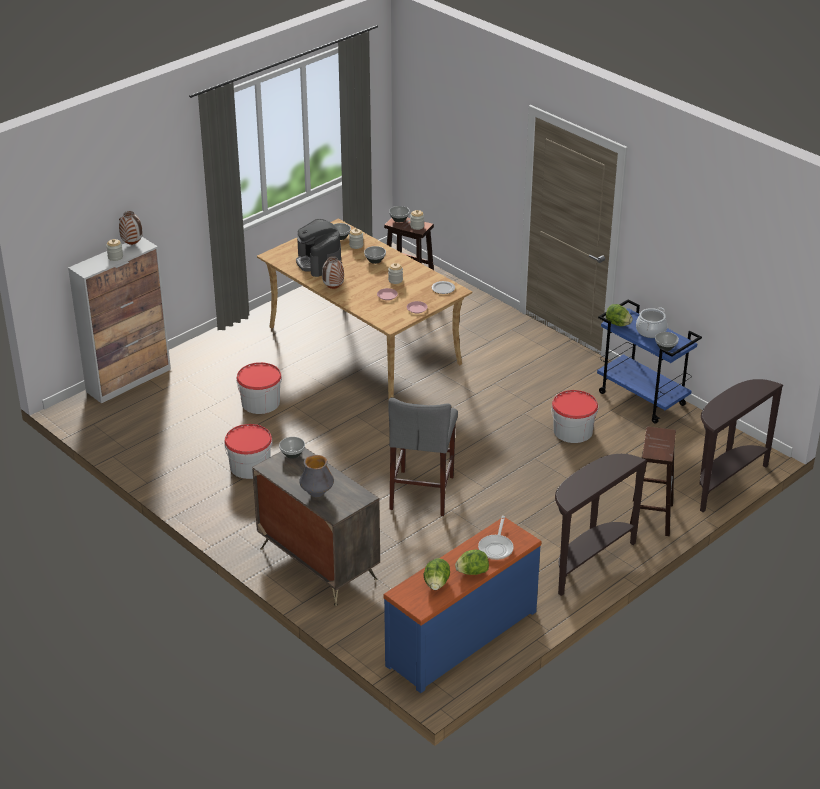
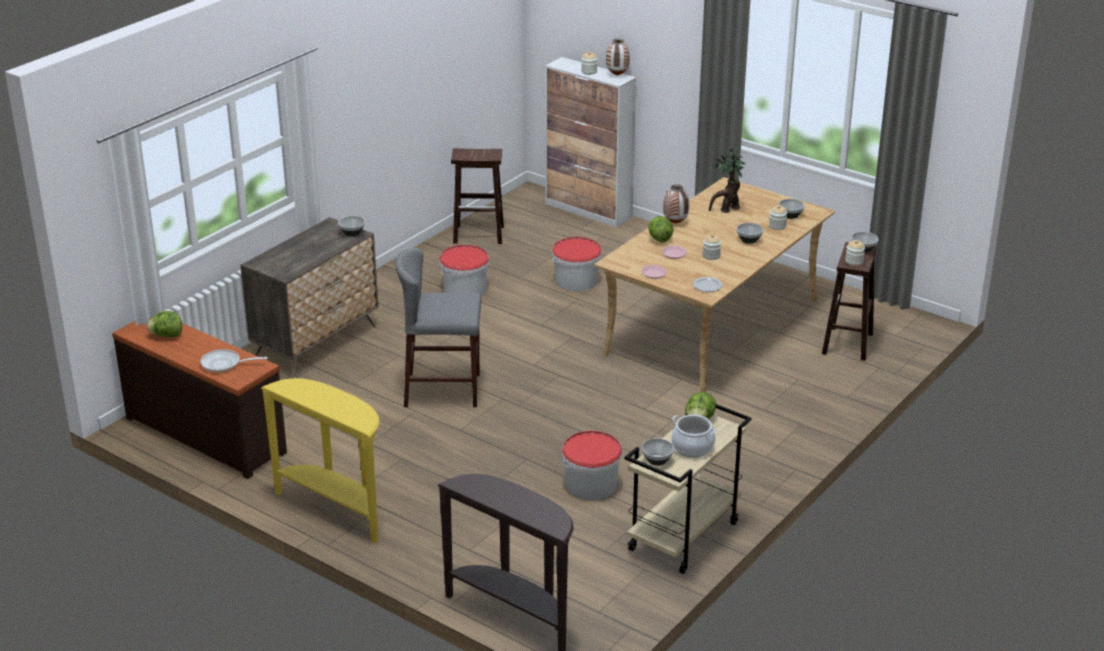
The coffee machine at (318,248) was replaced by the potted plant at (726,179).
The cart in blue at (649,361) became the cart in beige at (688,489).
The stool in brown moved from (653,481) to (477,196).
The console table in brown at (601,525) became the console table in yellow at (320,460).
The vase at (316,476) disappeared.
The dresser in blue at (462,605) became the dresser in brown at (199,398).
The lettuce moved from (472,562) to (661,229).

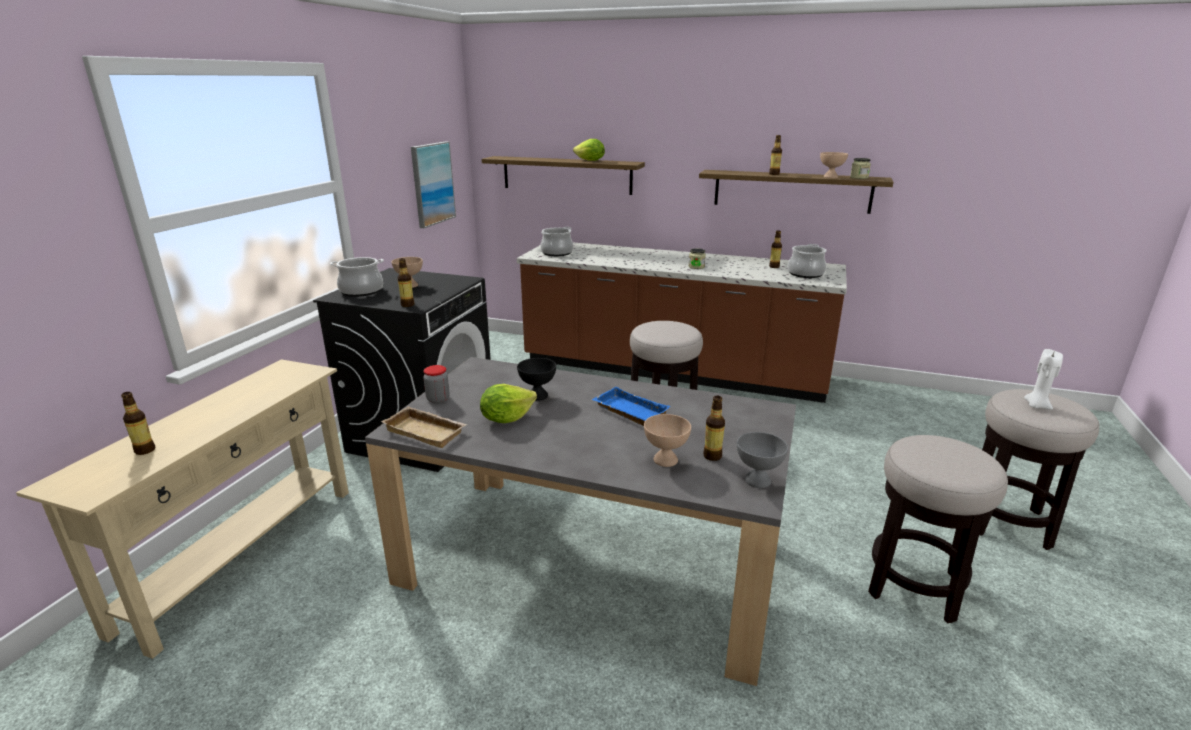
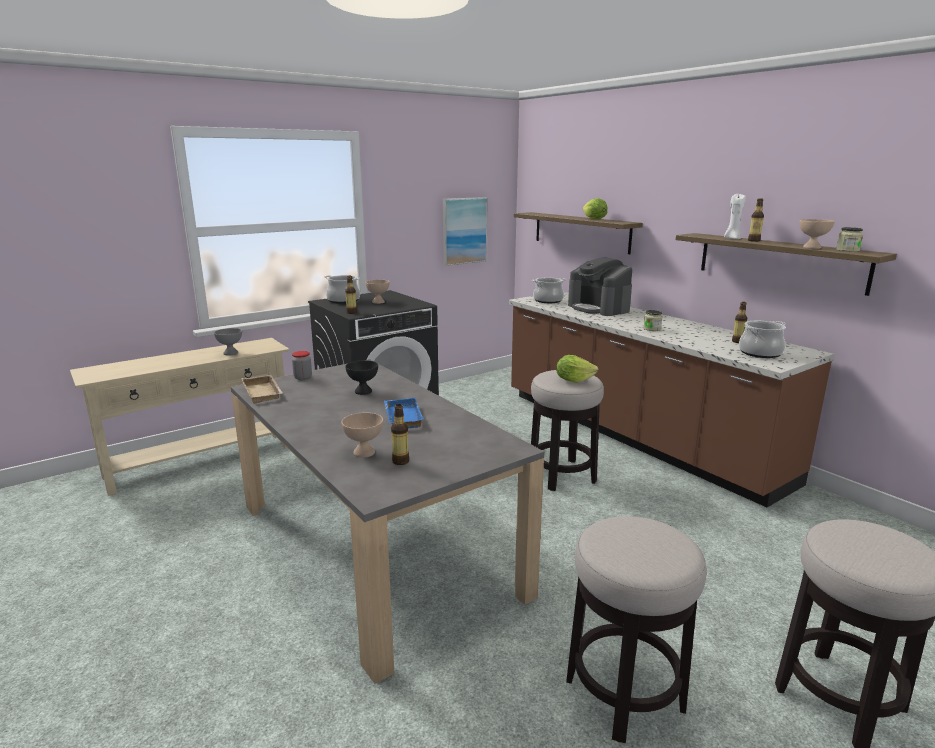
The candle in white moved from (1043,379) to (735,216).
The lettuce moved from (508,403) to (577,369).
The bottle at (138,423) disappeared.
The bowl in grey moved from (762,460) to (228,342).
The coffee machine at (600,286) appeared.

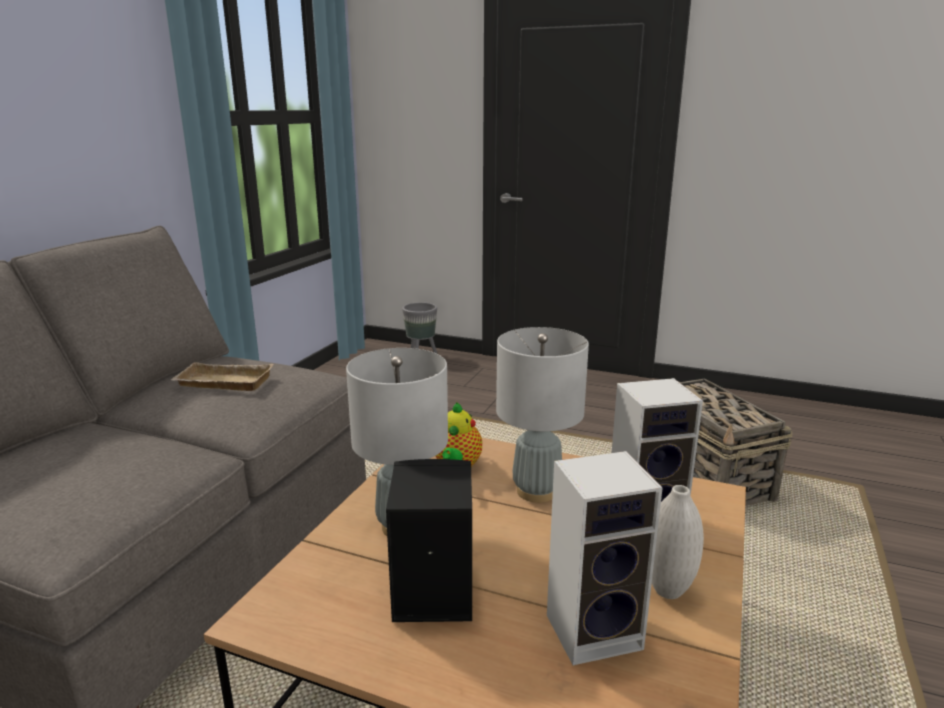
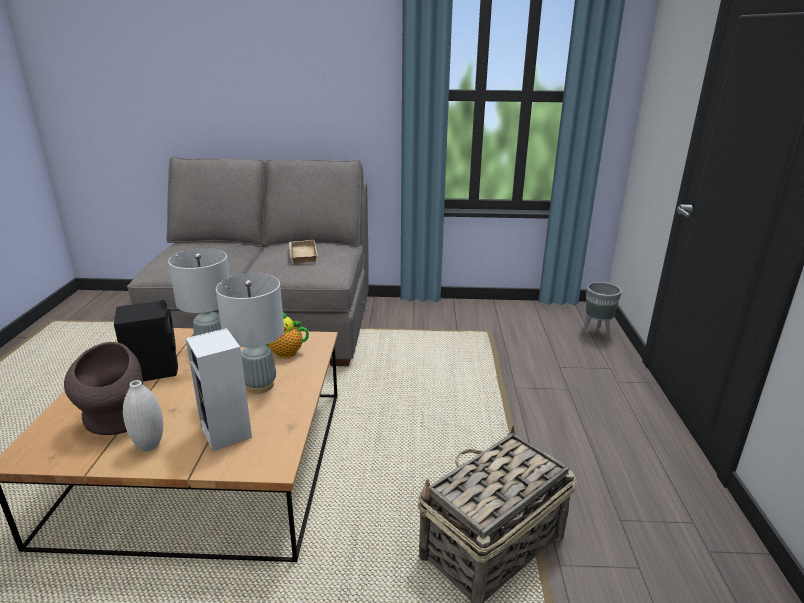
The speaker at (605,558) was replaced by the vase in brown at (103,388).

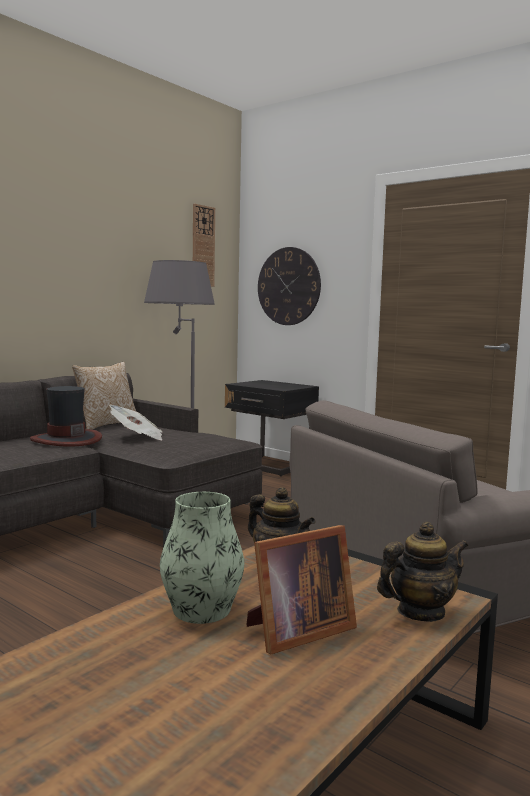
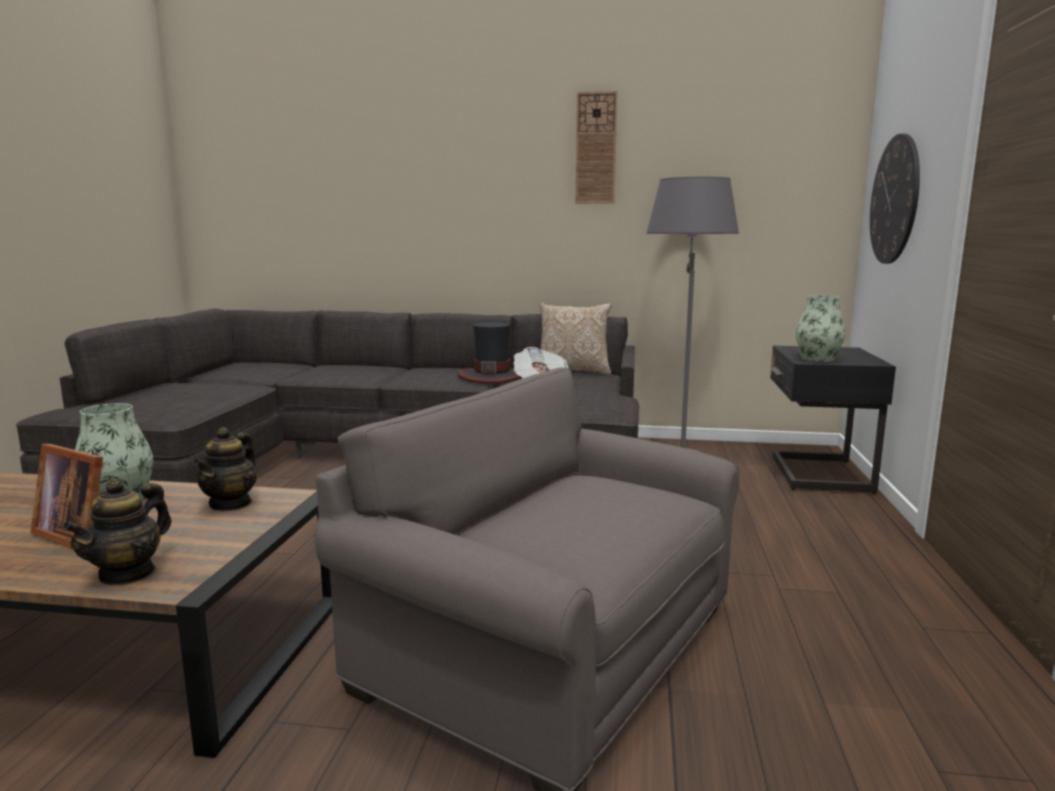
The wall clock moved from (204,245) to (596,147).
The teapot at (422,572) turned 75 degrees clockwise.
The vase at (820,328) appeared.

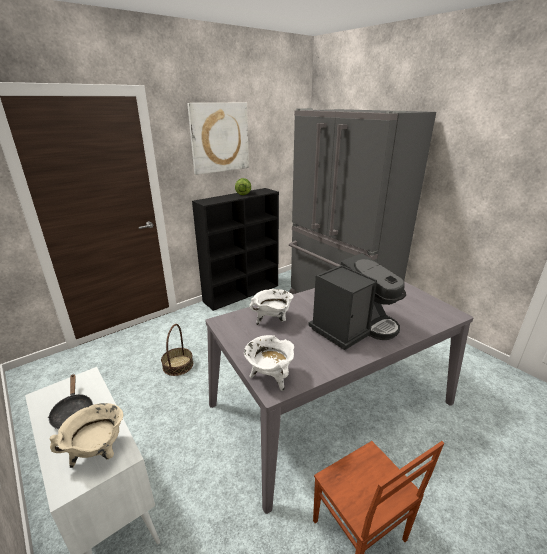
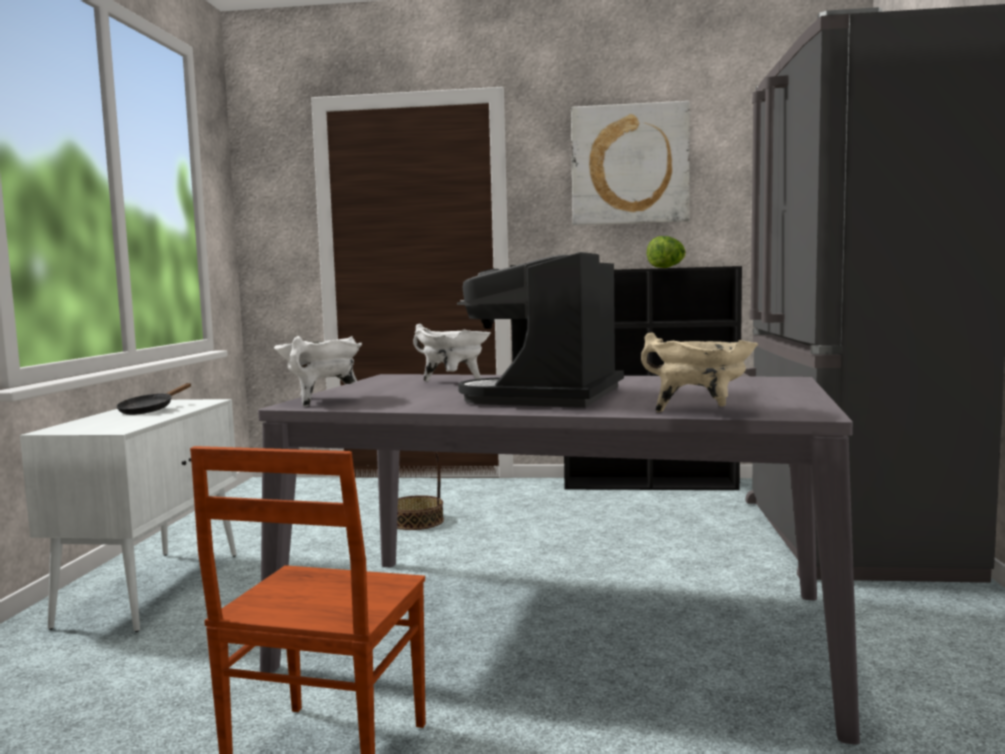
The coffee machine at (357,301) turned 105 degrees clockwise.
The cooking pot in beige moved from (86,435) to (699,372).

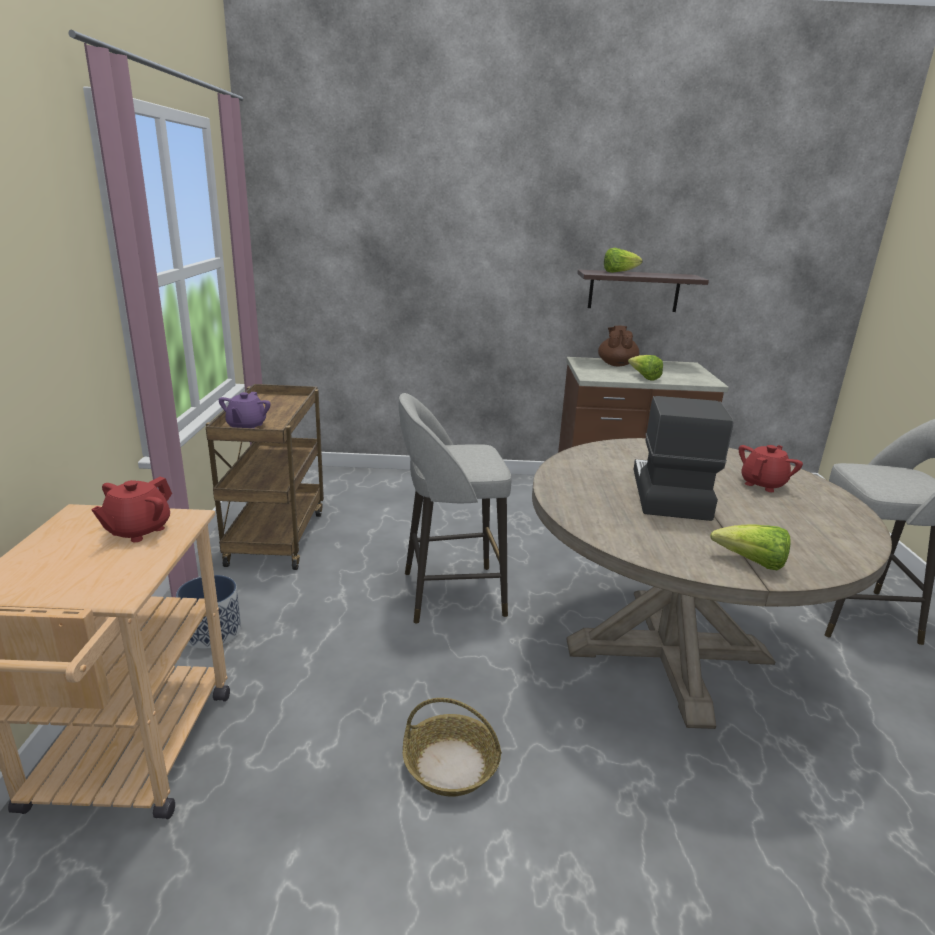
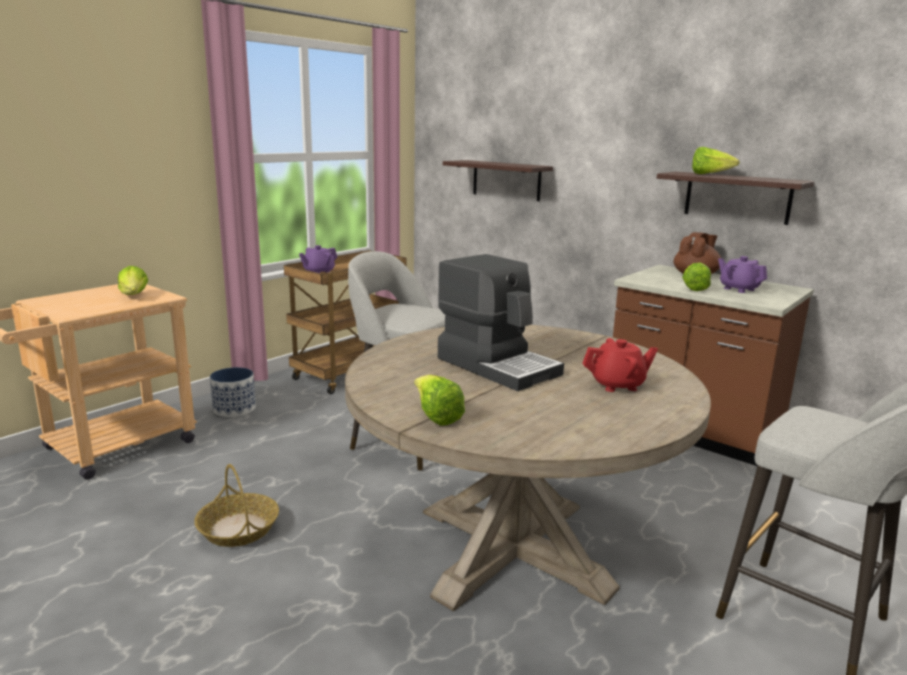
The coffee machine at (684,458) turned 90 degrees clockwise.
The teapot in red at (131,509) was replaced by the lettuce at (133,280).
The shelf at (498,180) appeared.
The teapot in purple at (742,274) appeared.

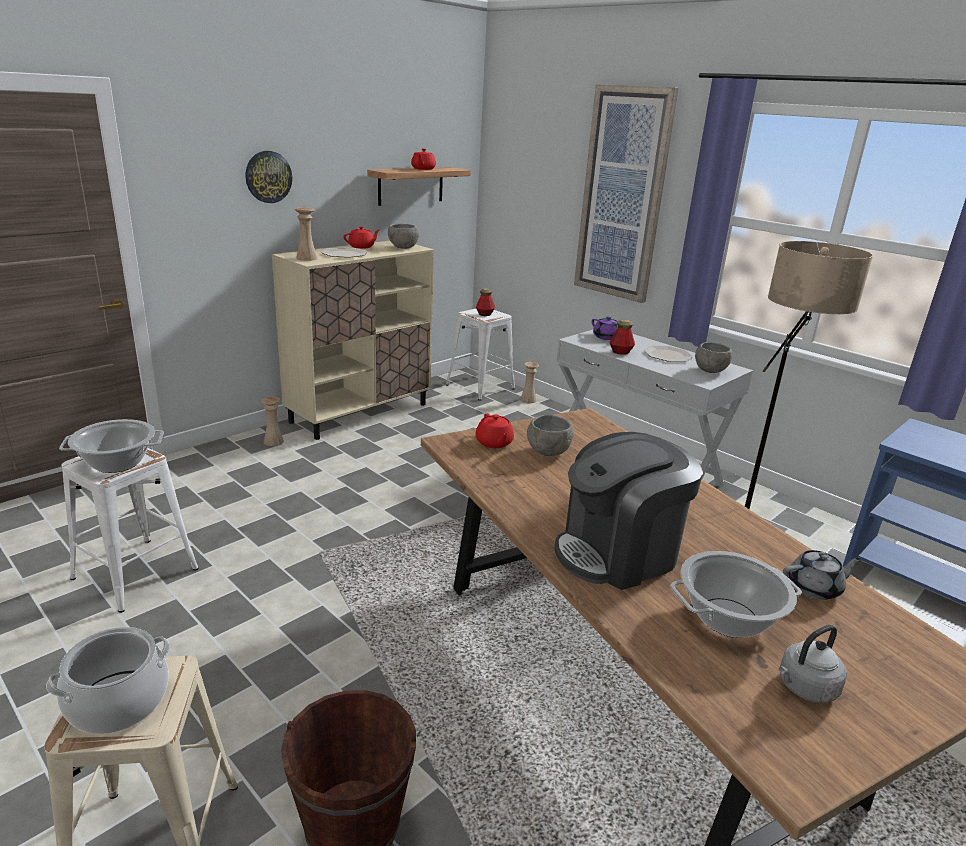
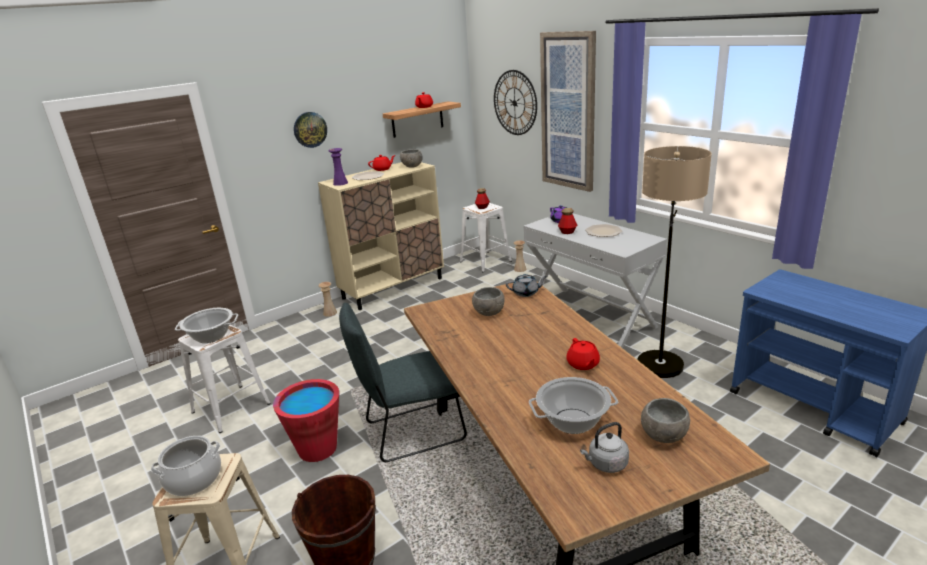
The vase in beige at (306,234) became the vase in purple at (338,167).
The bowl in grey moved from (713,357) to (665,420).
The teapot in red moved from (494,430) to (583,354).
The coffee machine at (628,511) disappeared.
The teapot in grey moved from (822,575) to (526,285).
The wall clock at (515,102) appeared.
The chair in grey at (403,382) appeared.
The bucket in red at (306,420) appeared.

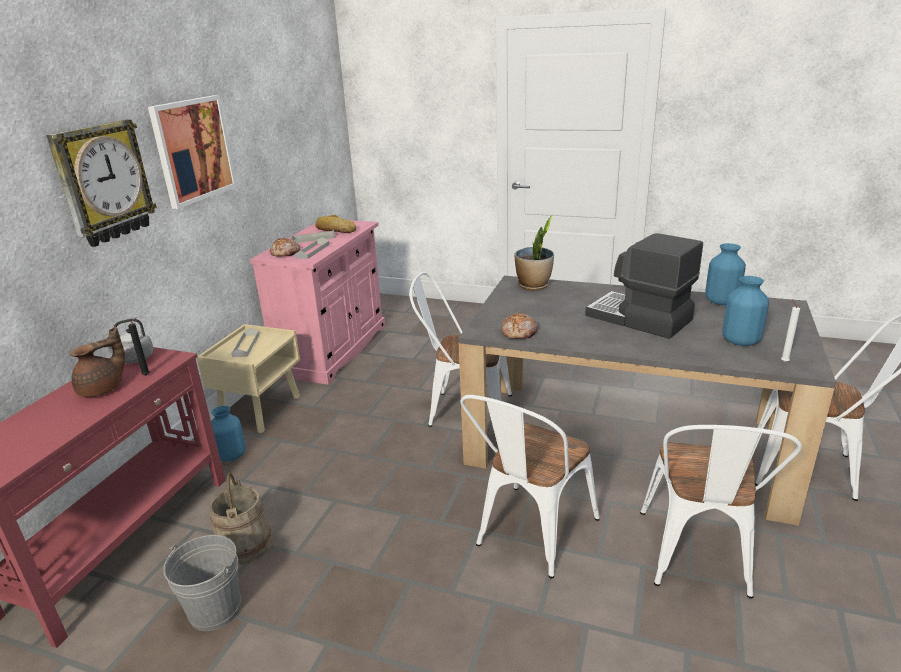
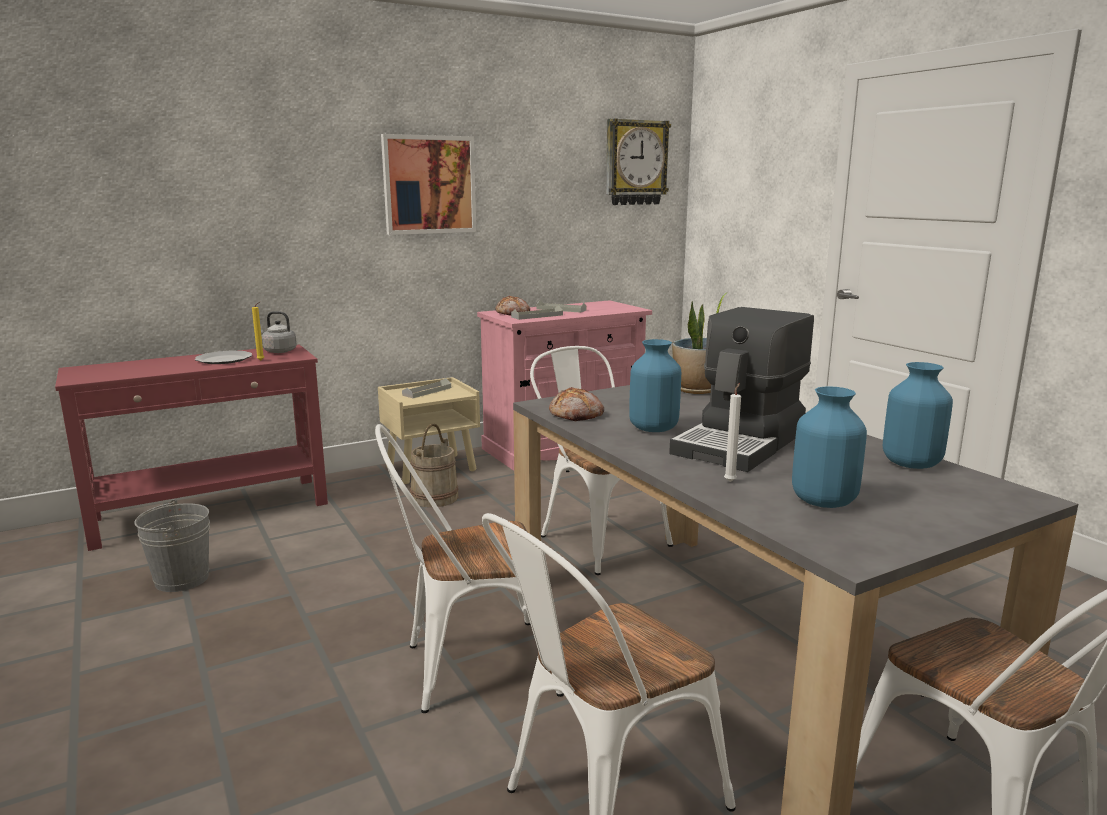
The wall clock moved from (101,183) to (638,161).
The bread at (335,224) disappeared.
The coffee machine at (644,286) turned 135 degrees counterclockwise.
The candle in white moved from (790,331) to (732,432).
The candle in black at (139,346) became the candle in yellow at (258,331).
The teapot in brown at (97,361) was replaced by the plate at (223,357).
The vase in blue moved from (228,434) to (655,385).
The bucket in beige moved from (240,518) to (434,465).

